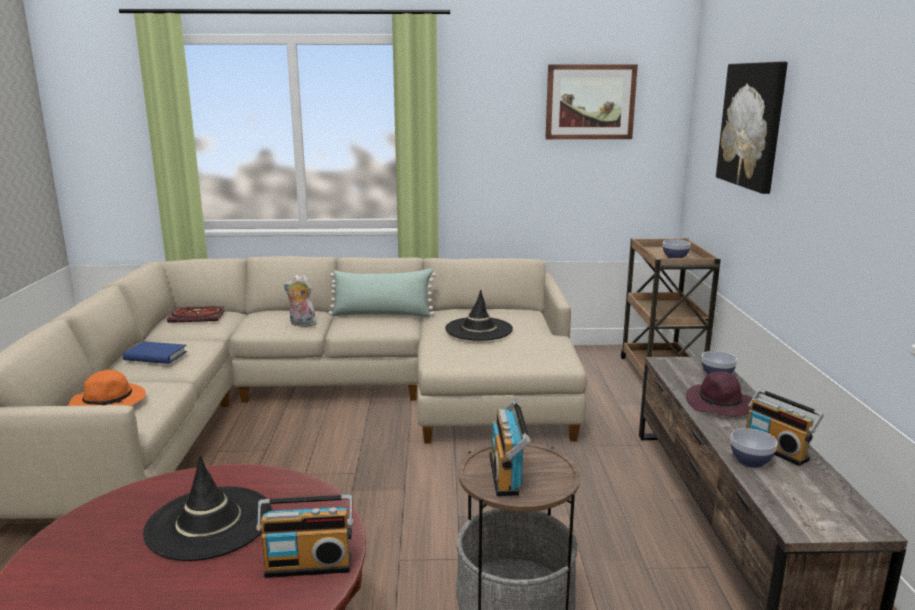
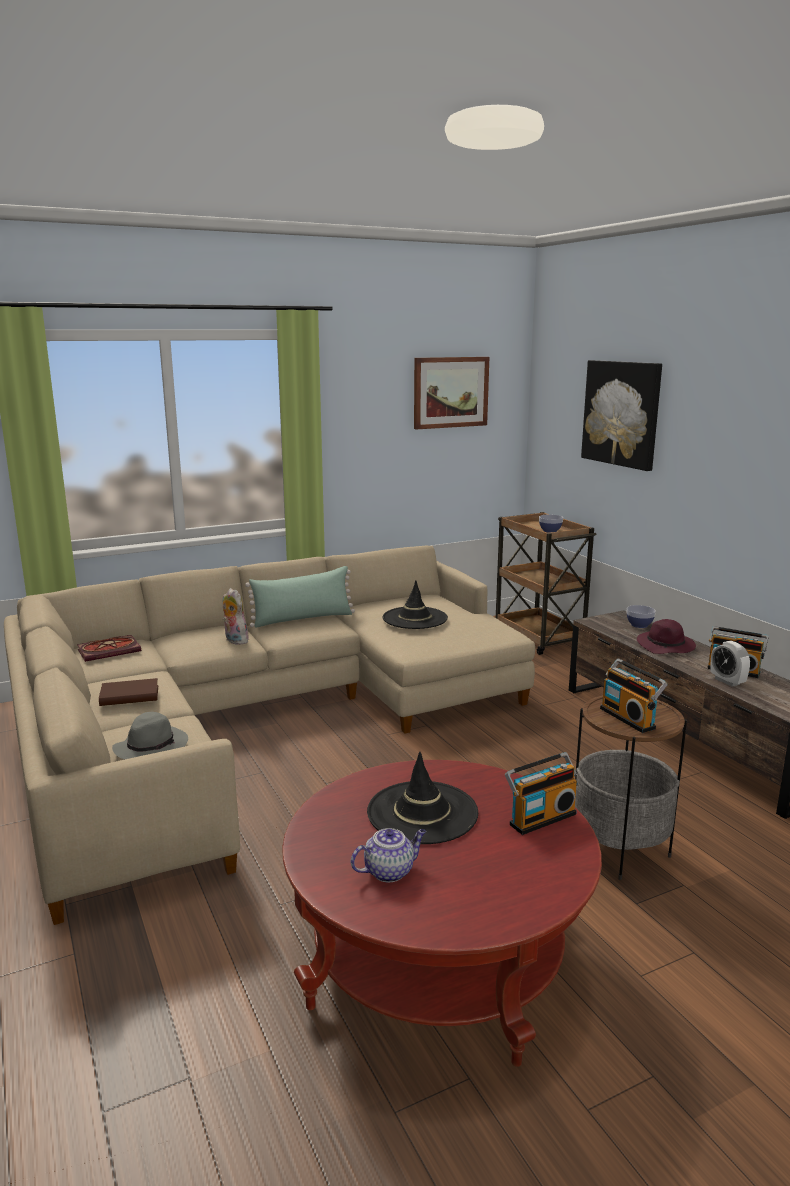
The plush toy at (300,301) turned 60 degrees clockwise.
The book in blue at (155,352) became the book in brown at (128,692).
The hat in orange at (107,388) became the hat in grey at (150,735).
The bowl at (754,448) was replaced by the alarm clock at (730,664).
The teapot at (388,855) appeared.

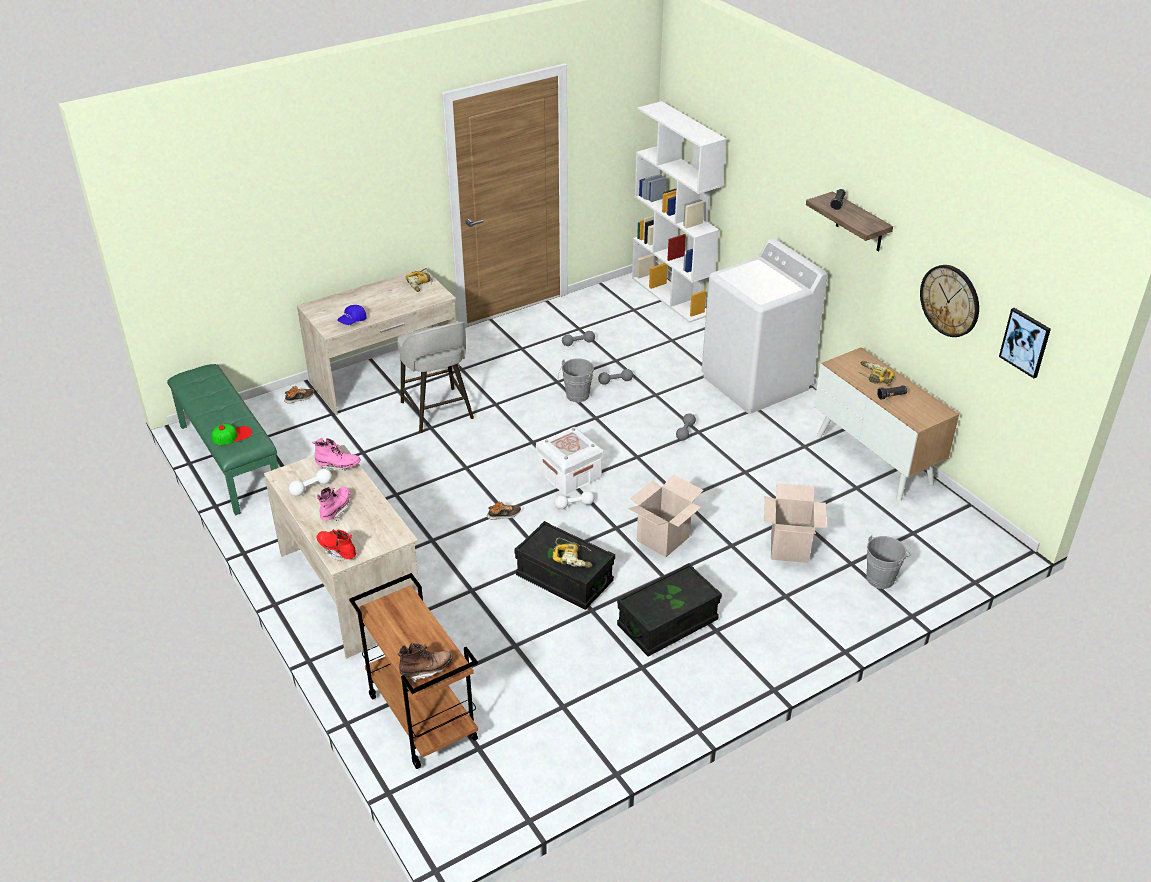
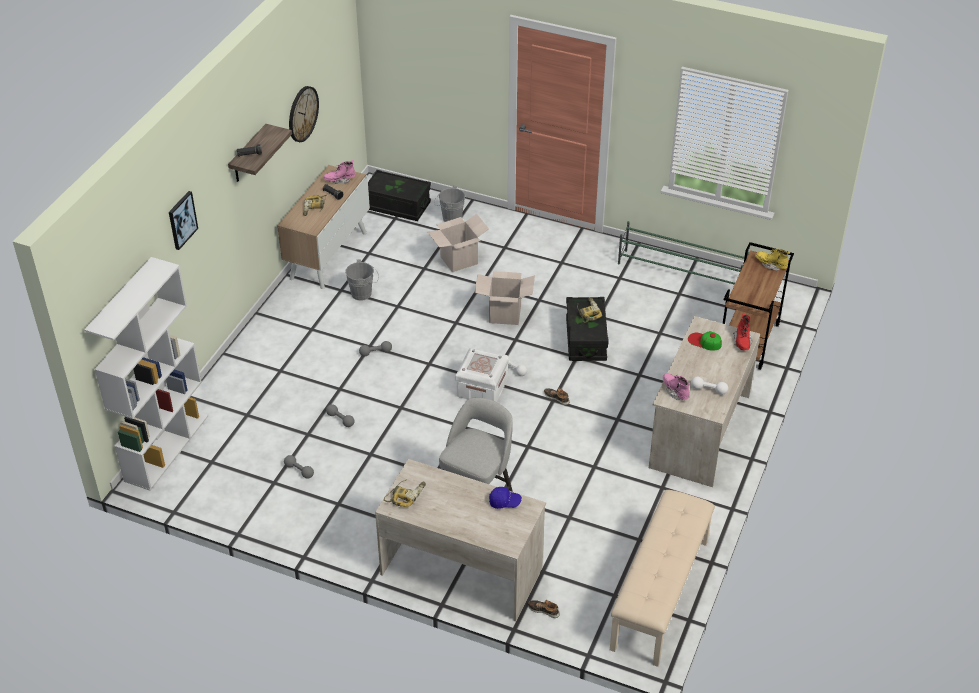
The washing machine in white at (765,326) disappeared.
The picture moved from (1025,343) to (183,220).
The bucket in grey moved from (576,380) to (362,280).
The bench in green at (222,440) became the bench in beige at (662,578).
The cap moved from (231,434) to (705,341).
The boot in pink moved from (333,504) to (339,172).
The storage box in black moved from (669,610) to (399,195).
The boot in brown at (425,663) became the boot in yellow at (772,260).
The shoe rack in green at (683,253) appeared.

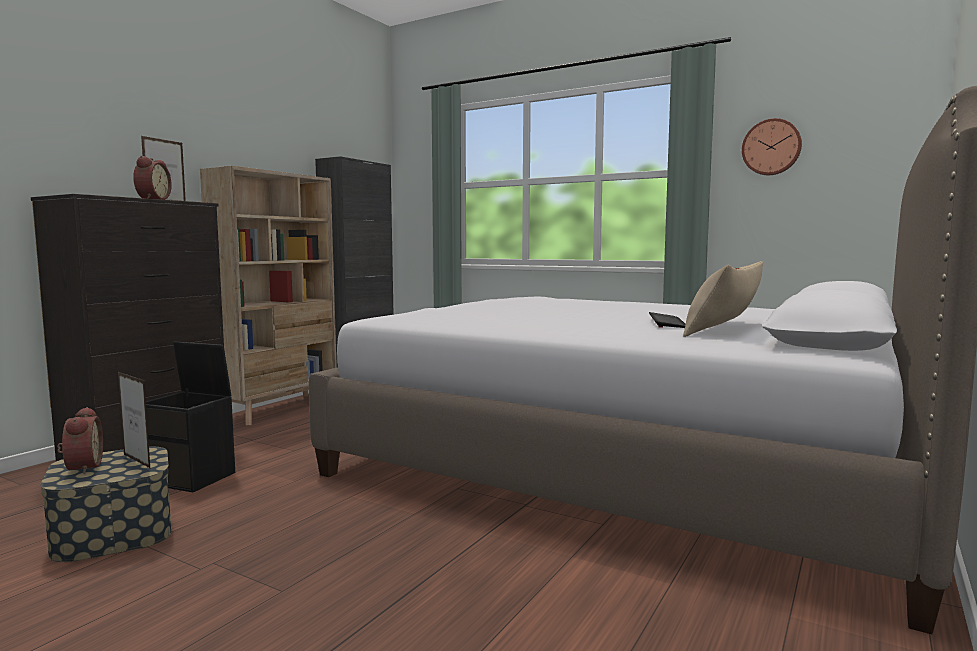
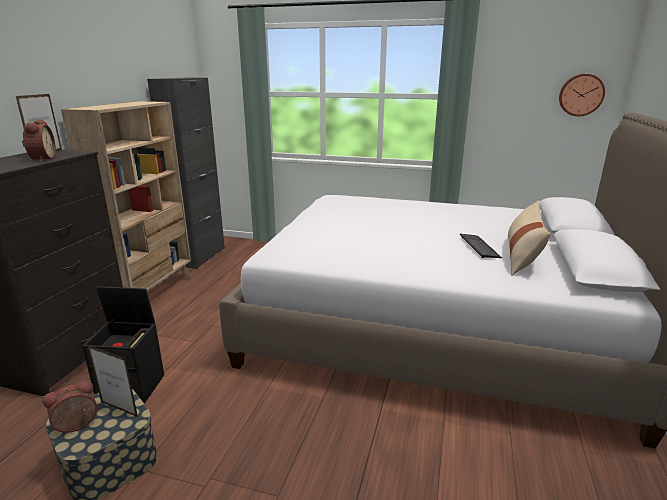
The wall clock moved from (772,146) to (582,95).
The alarm clock at (80,440) turned 90 degrees counterclockwise.

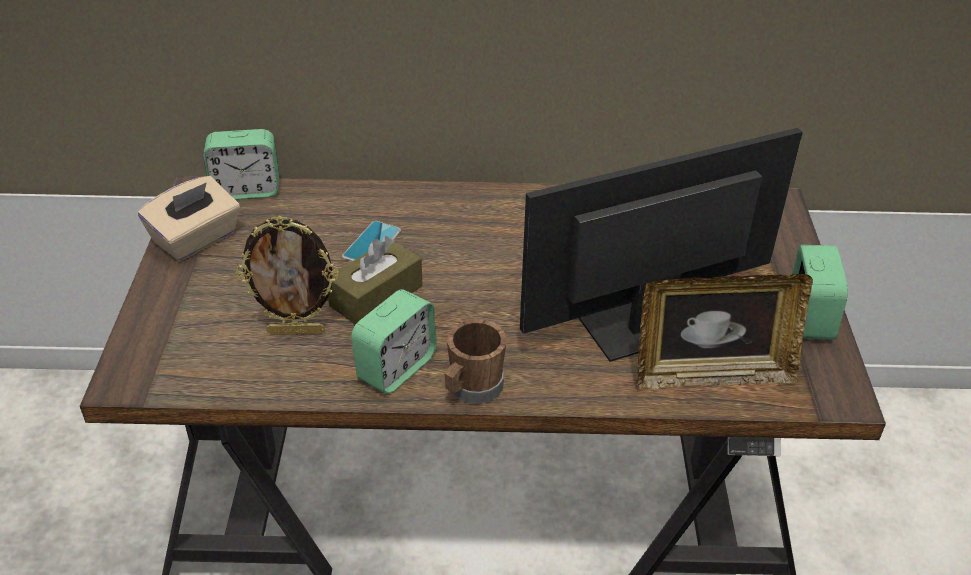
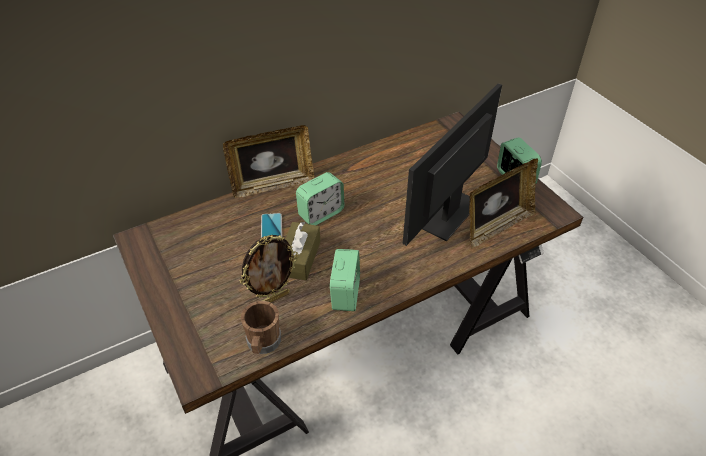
The alarm clock moved from (241,164) to (320,198).
The tissue box in beige at (189,218) disappeared.
The mug in brown moved from (476,361) to (261,327).
The picture frame at (268,161) appeared.

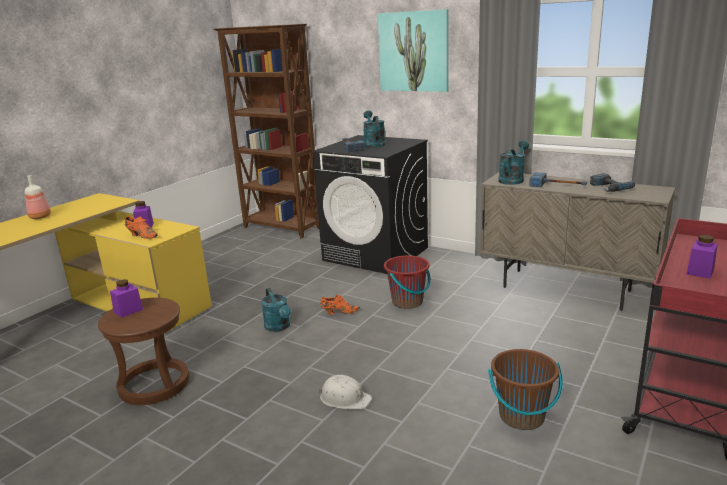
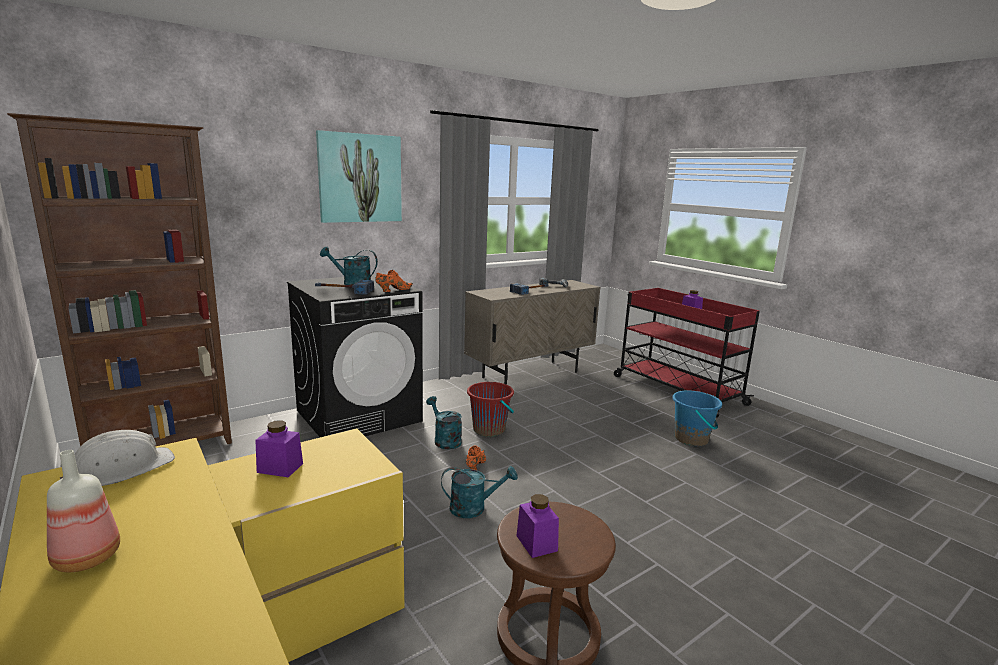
The watering can in turquoise moved from (513,162) to (444,422).
The shoe in orange moved from (141,227) to (394,281).
The bucket in brown at (525,389) became the bucket in blue at (697,418).
The hard hat in white moved from (345,392) to (117,458).

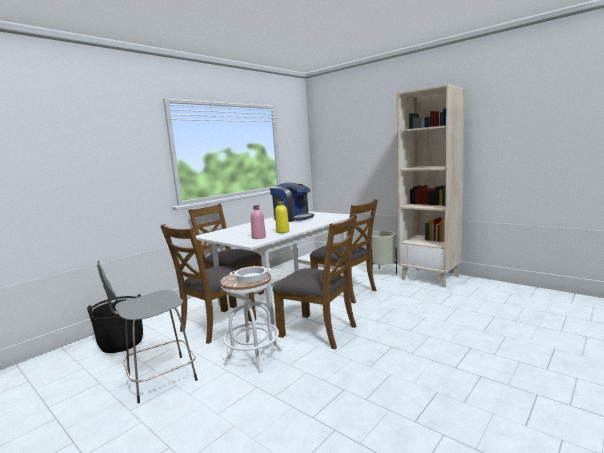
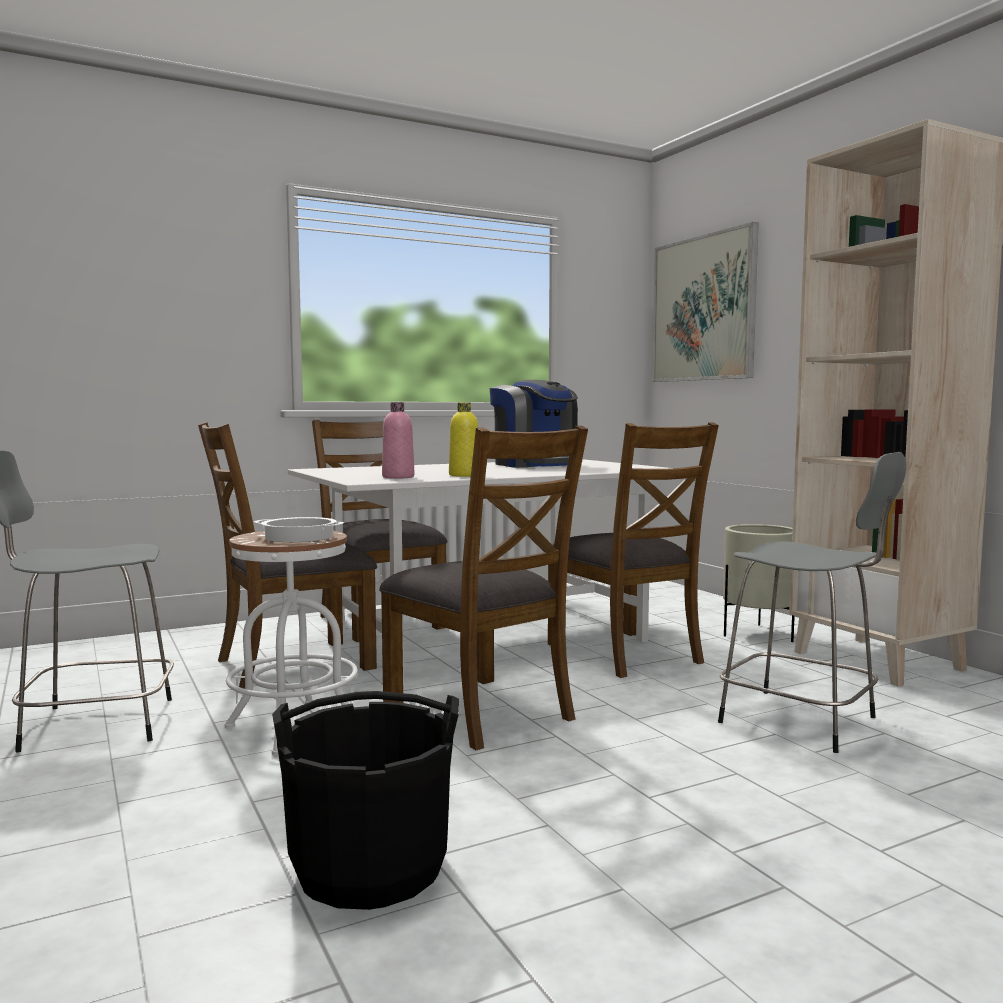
The bucket in black moved from (115,323) to (365,800).
The picture at (705,302) appeared.
The stool in grey at (812,602) appeared.

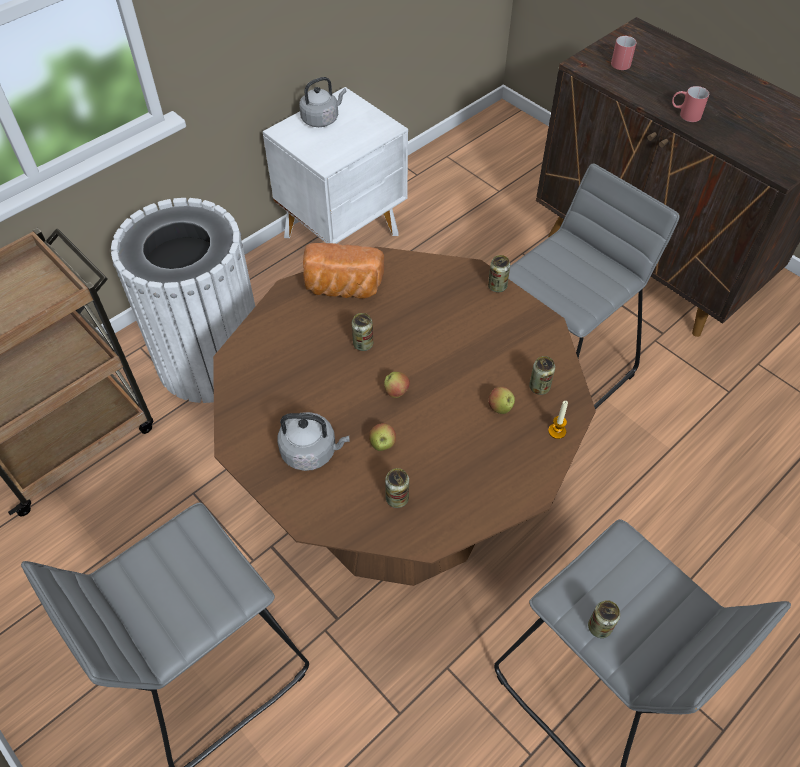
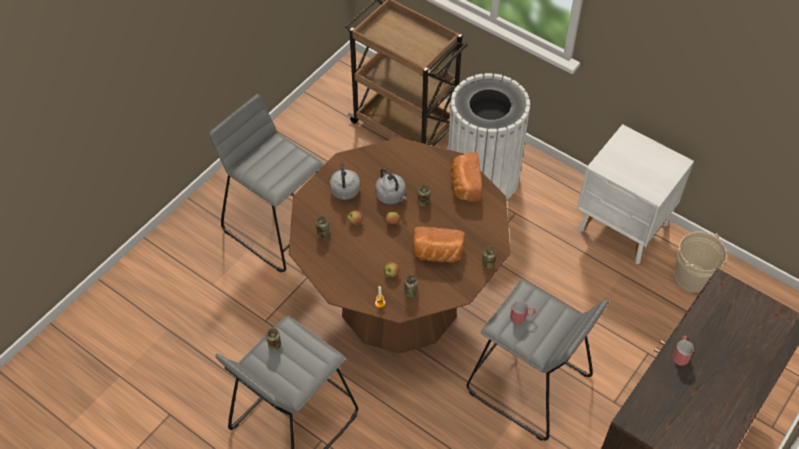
The mug in red moved from (624,52) to (522,312).
The kettle in grey moved from (323,102) to (390,186).
The bread at (439,245) appeared.
The bucket in beige at (701,262) appeared.

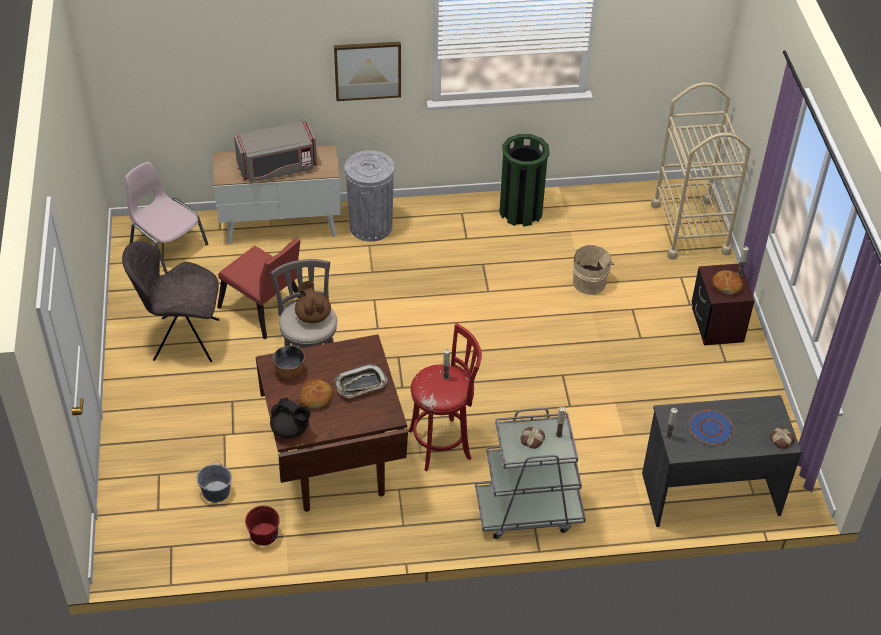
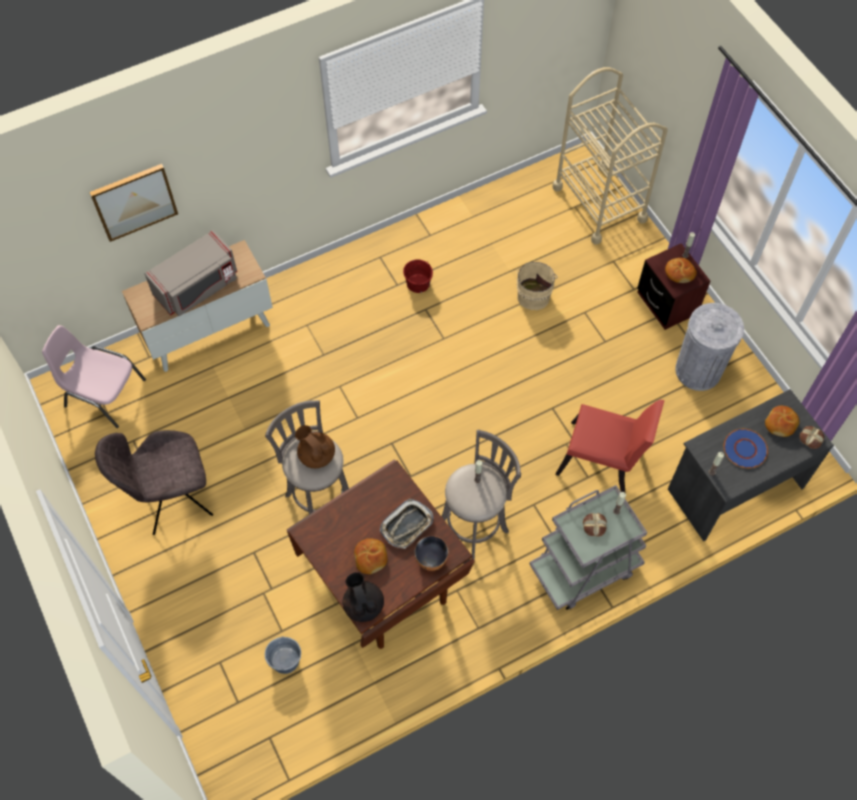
The picture moved from (367,71) to (133,203).
The trash can in green at (524,180) disappeared.
The trash can in grey moved from (370,196) to (709,347).
The chair in red moved from (259,289) to (610,446).
The stool in red at (445,397) became the stool in grey at (481,495).
The bowl moved from (289,362) to (432,553).
The teapot in black at (290,417) turned 120 degrees counterclockwise.
The bucket in red moved from (262,526) to (418,276).
The bread at (782,421) appeared.

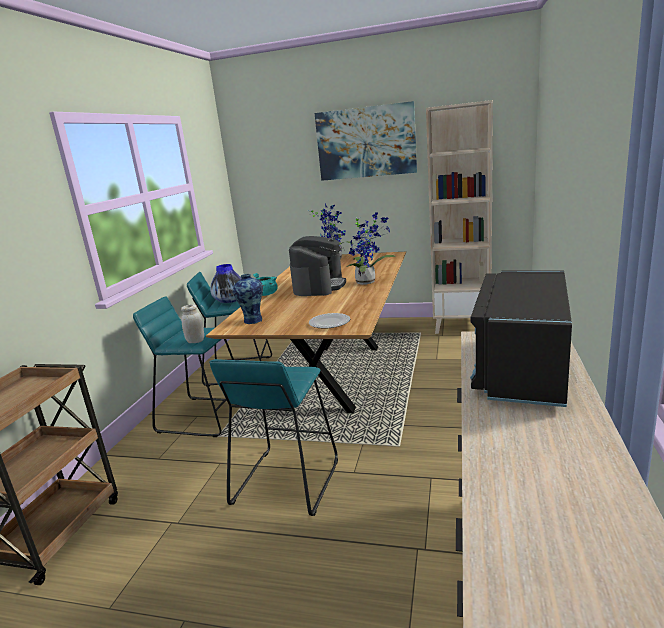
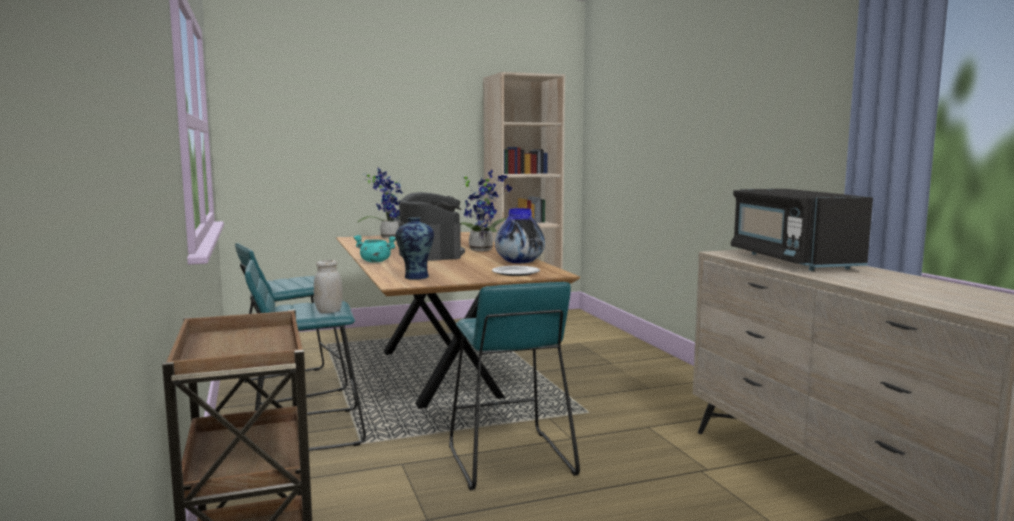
The picture at (366,141) disappeared.
The vase moved from (226,283) to (520,235).

